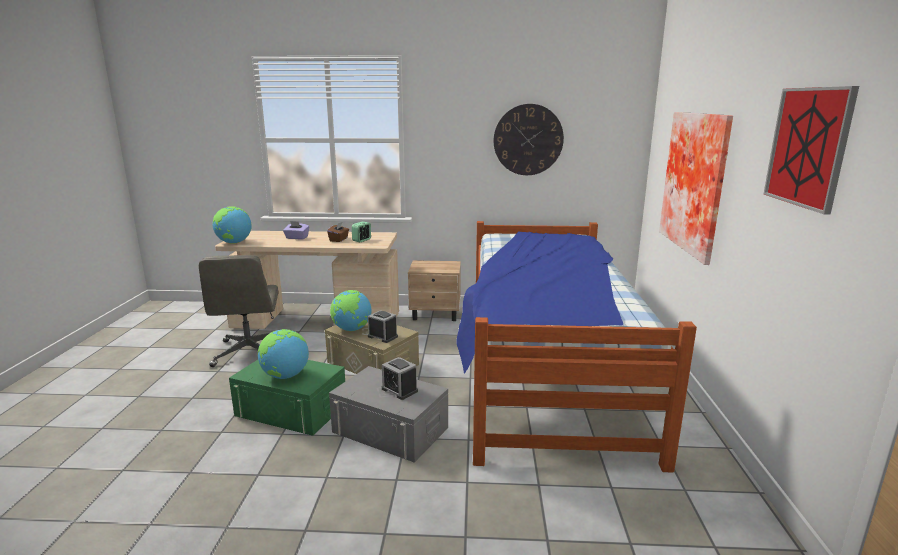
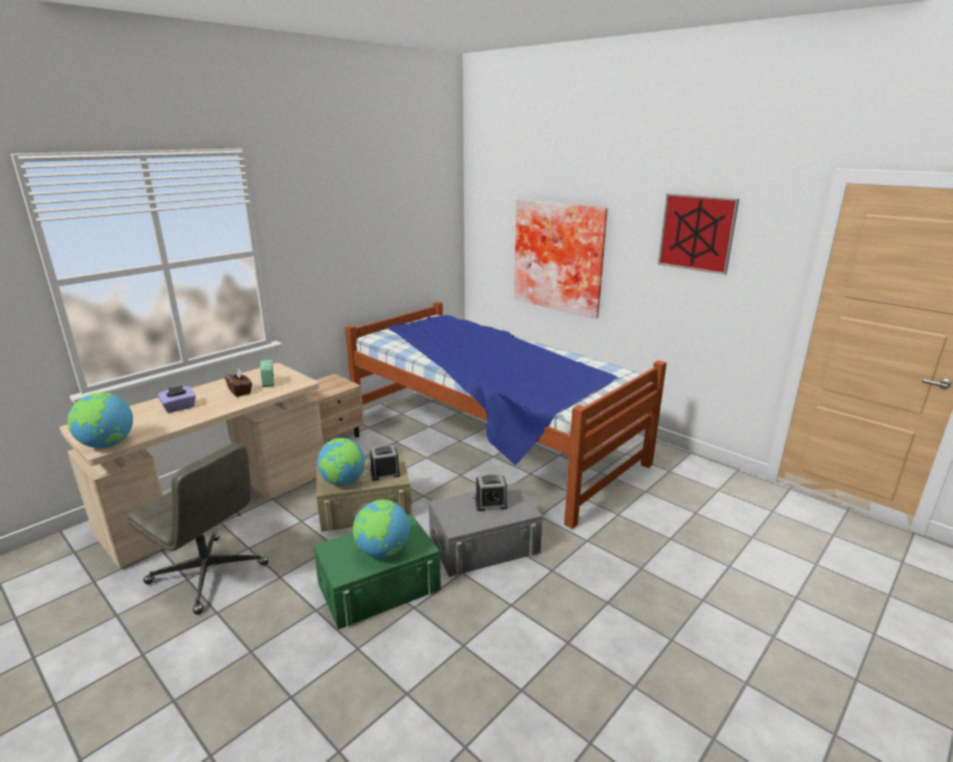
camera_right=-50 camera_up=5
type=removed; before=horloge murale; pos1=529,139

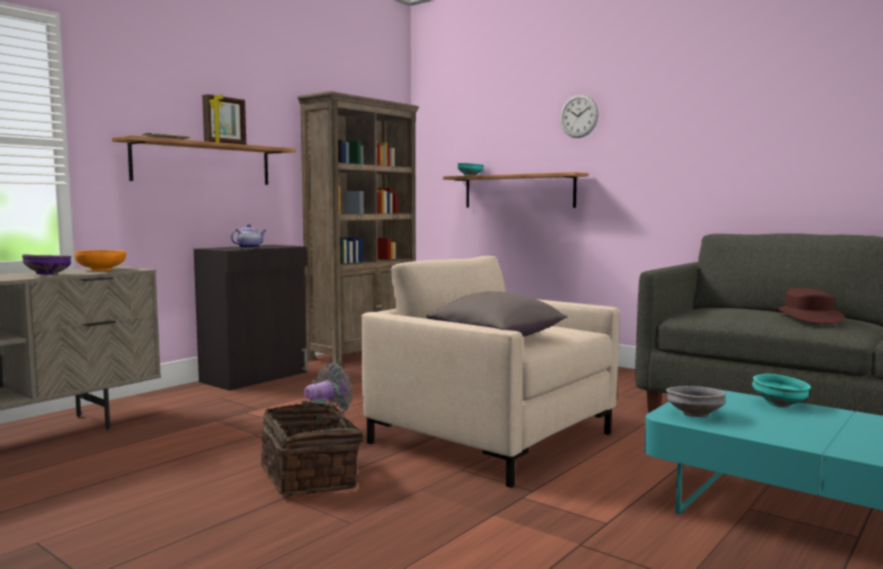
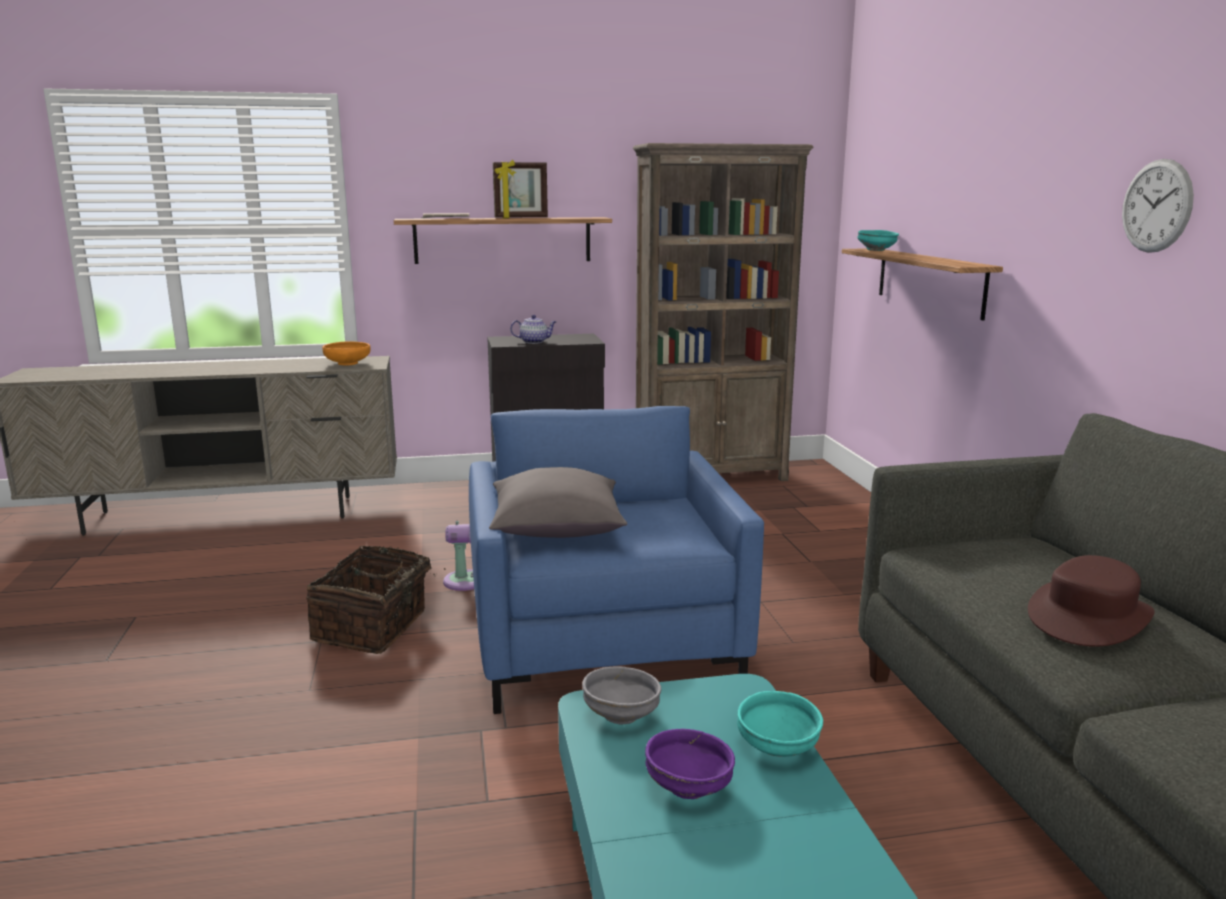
camera_right=40 camera_up=10
type=moved; before=horloge murale; pos1=579,116; pos2=1158,206
type=moved; before=bol/violet; pos1=47,264; pos2=690,764
type=recoloured; before=fauteuil/beige; after=fauteuil/bleu; pos1=490,372; pos2=616,560

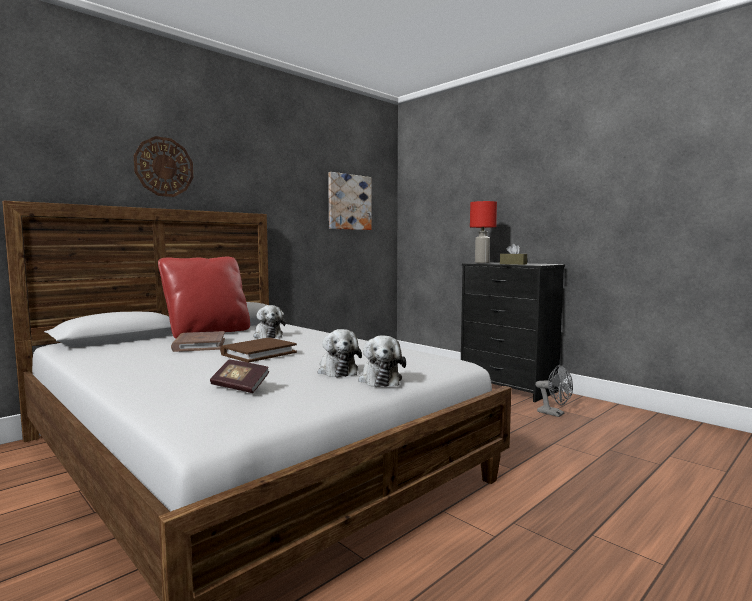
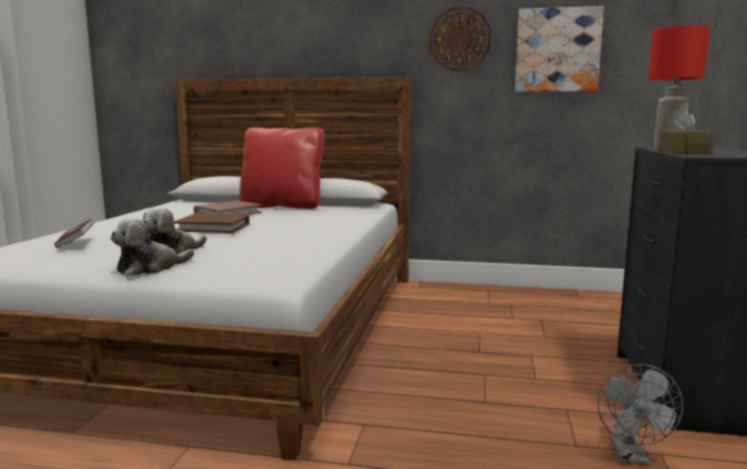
camera_right=55 camera_up=5
type=moved; before=horloge murale; pos1=163,166; pos2=460,38
type=removed; before=peluche; pos1=269,322

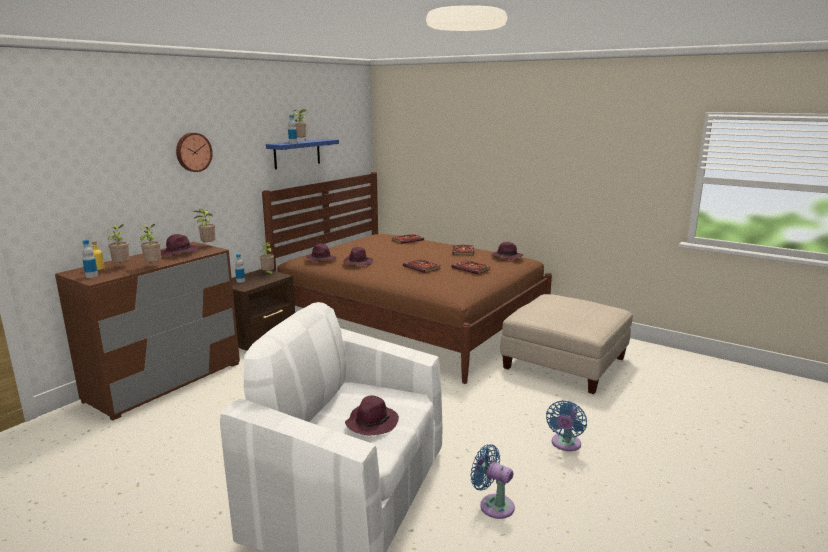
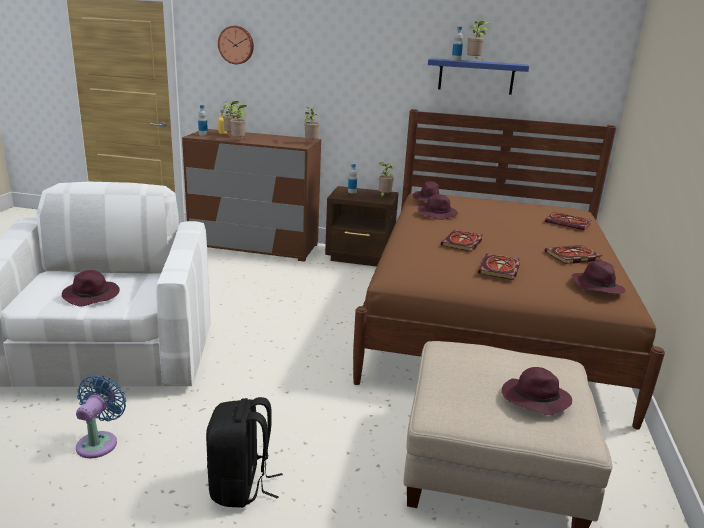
camera_right=65 camera_up=5
type=moved; before=horloge murale; pos1=194,152; pos2=236,45
type=moved; before=chapeau/violet; pos1=180,245; pos2=537,391
type=replaced; before=ventilateur/bleu; after=sac à dos/noir; pos1=566,425; pos2=244,452

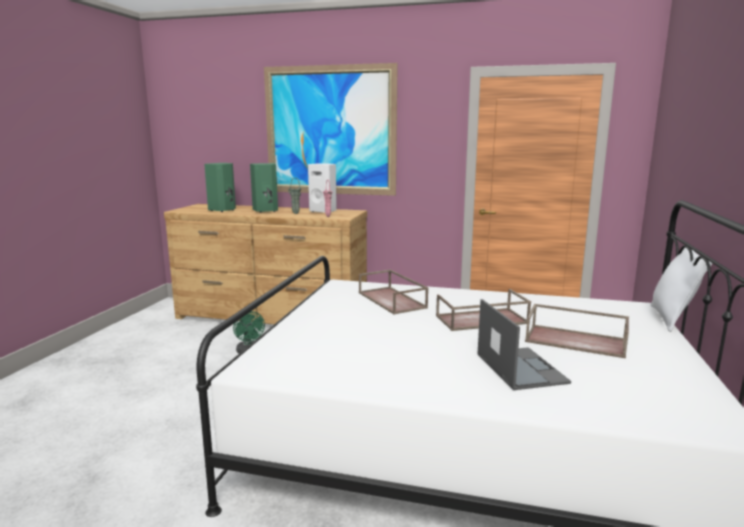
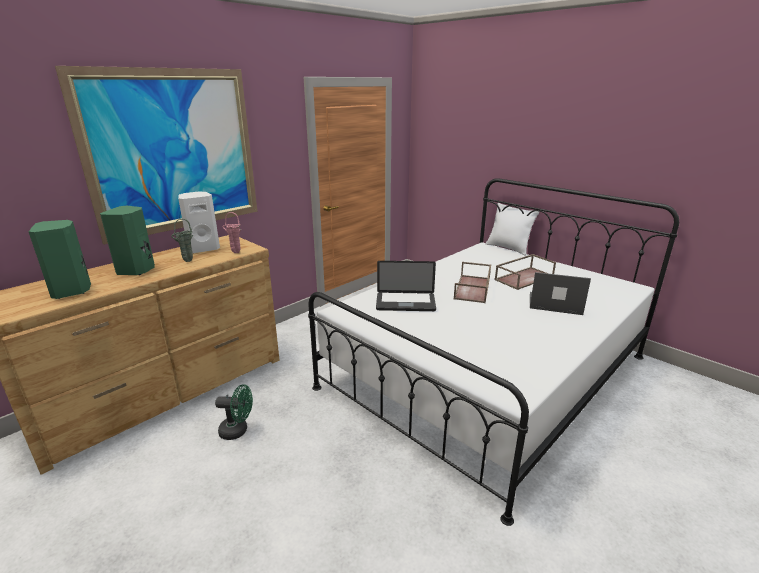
camera_right=-60 camera_up=10
type=replaced; before=plateau/marron; after=ordinateur portable; pos1=394,292; pos2=406,286

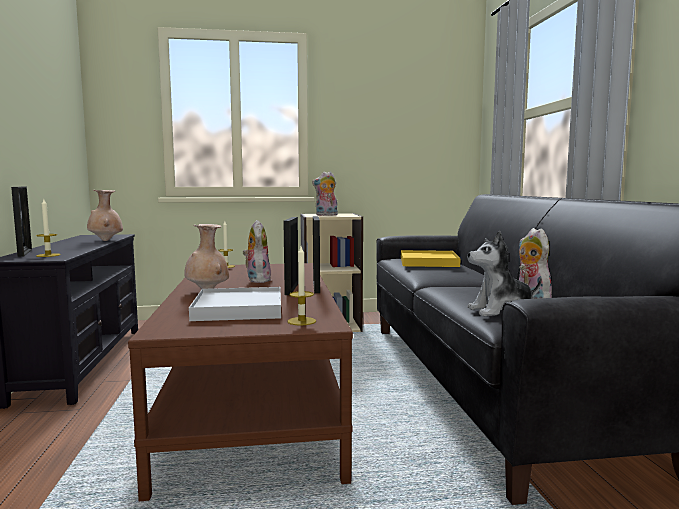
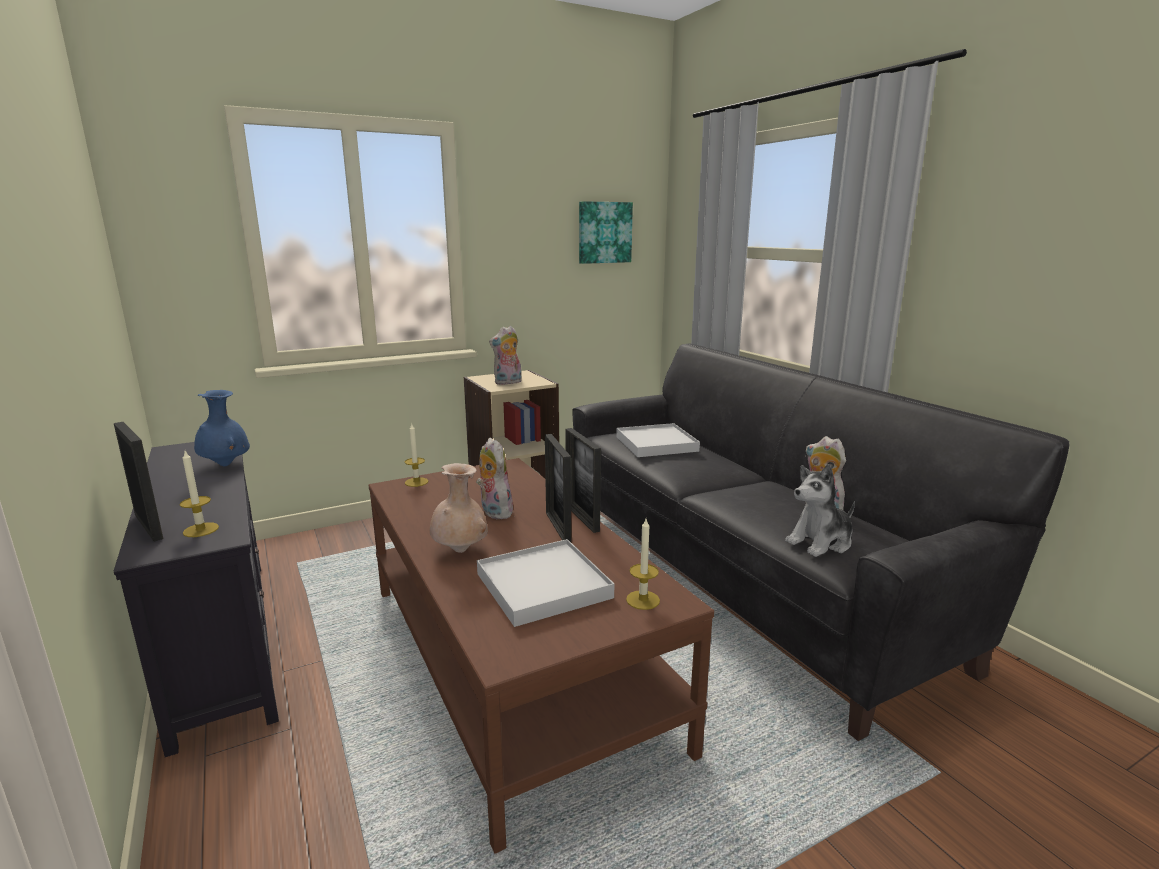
camera_right=-20 camera_up=10
type=recoloured; before=vase/beige; after=vase/bleu; pos1=105,215; pos2=222,428
type=recoloured; before=plateau/jaune; after=plateau/blanc; pos1=431,258; pos2=658,440
type=added; after=tableau; pos2=606,232

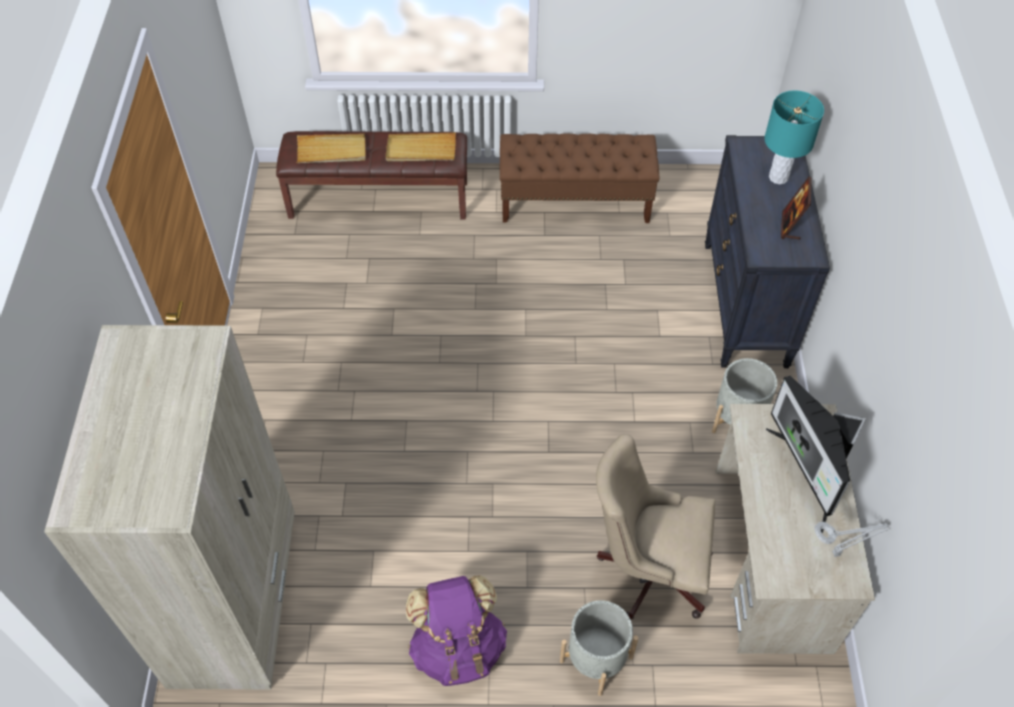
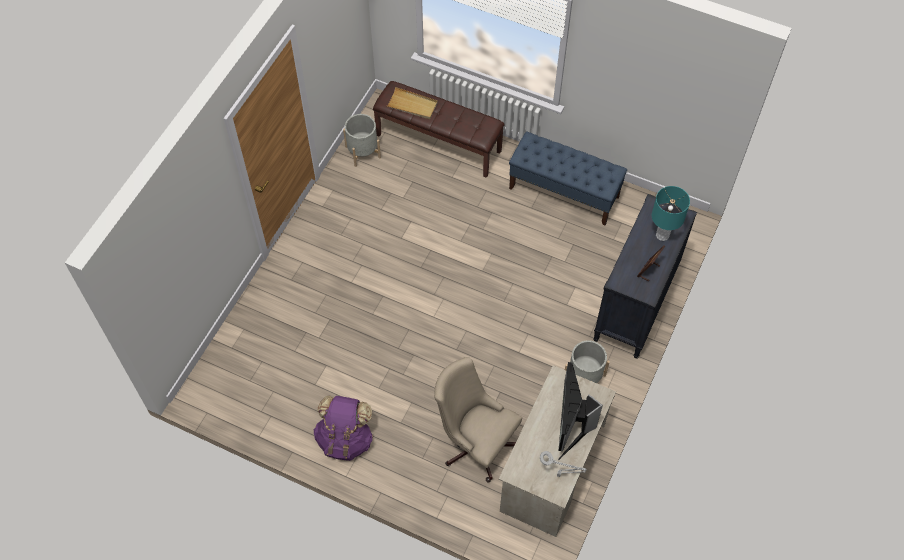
camera_right=25 camera_up=5
type=removed; before=plateau/beige; pos1=421,147
type=recoloured; before=banc/marron; after=banc/bleu; pos1=580,178; pos2=568,178
type=removed; before=armoire/beige; pos1=169,507
type=moved; before=cache-pot/gris; pos1=599,648; pos2=362,140

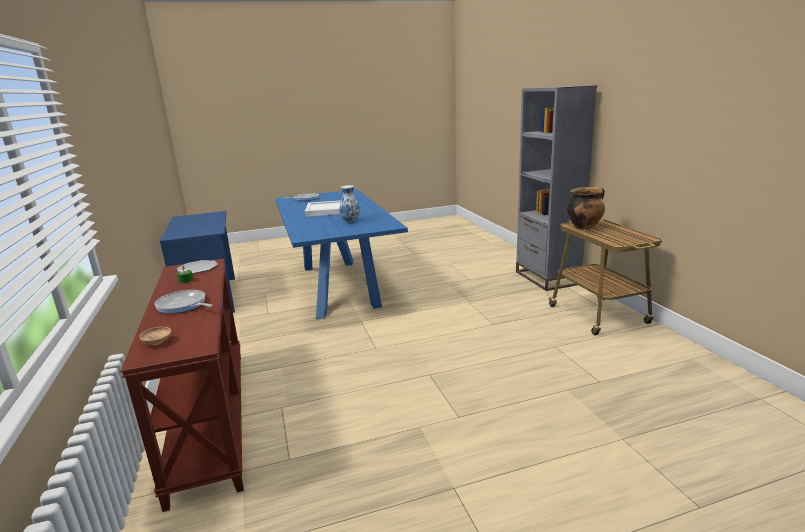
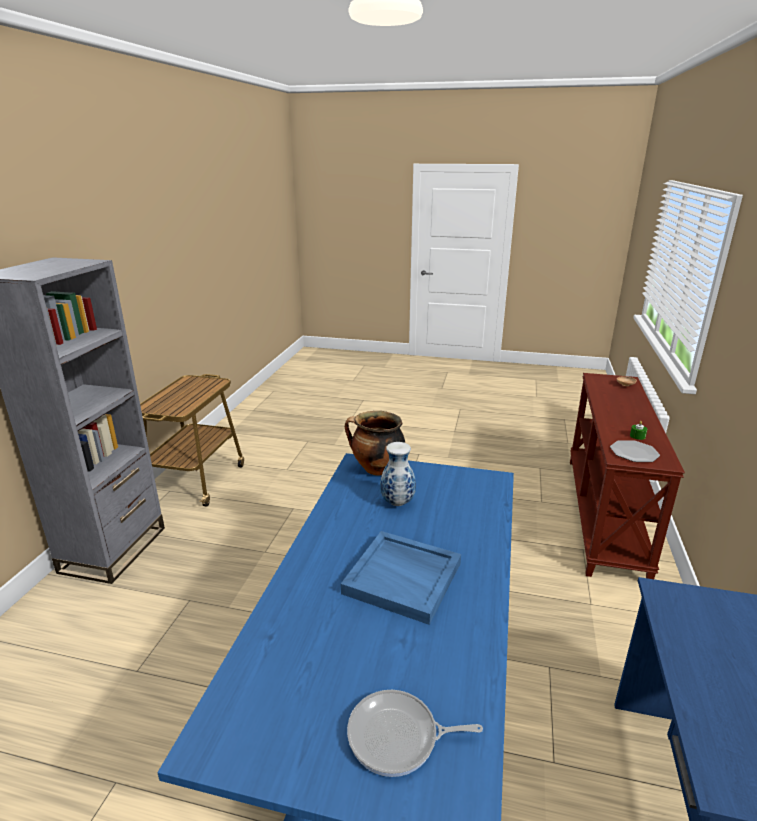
camera_right=-150 camera_up=5
type=moved; before=marmite; pos1=586,208; pos2=375,443
type=recoloured; before=plateau/blanc; after=plateau/bleu; pos1=323,208; pos2=401,578
type=removed; before=poêle; pos1=183,302

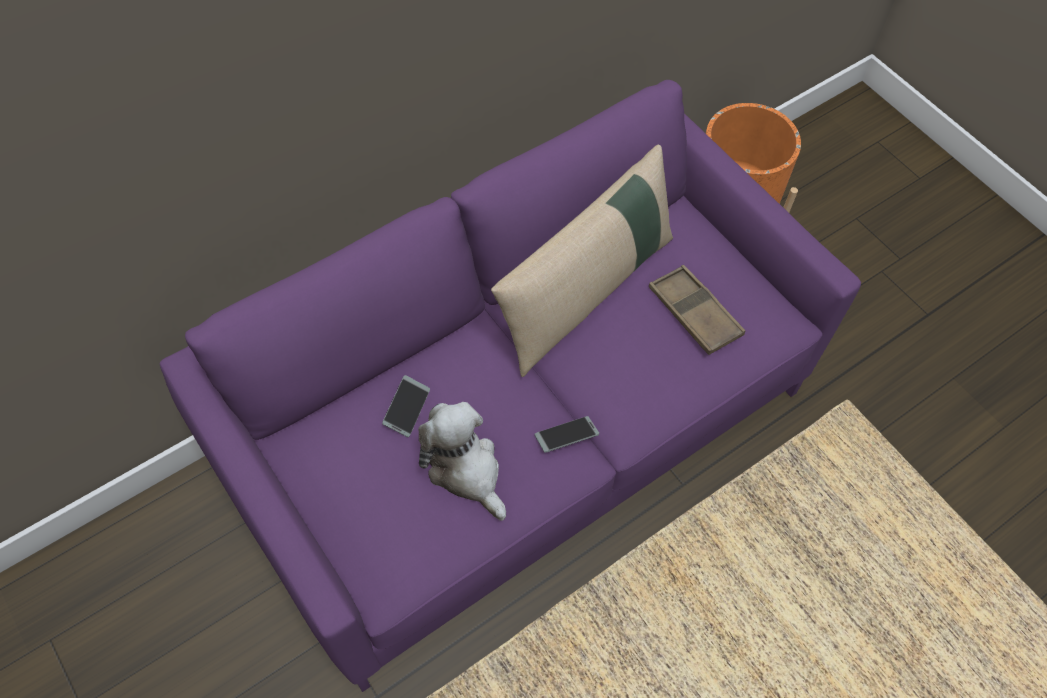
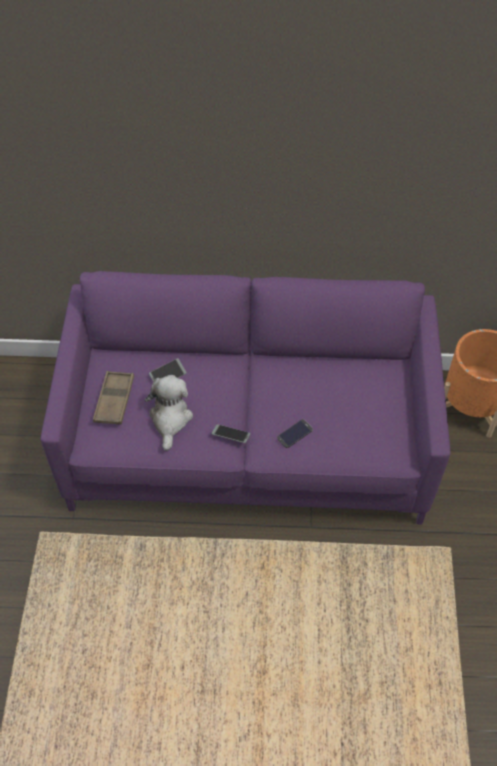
camera_right=40 camera_up=-5
type=removed; before=coussin/beige; pos1=582,261
type=moved; before=plateau/marron; pos1=697,310; pos2=113,398
type=added; after=téléphone; pos2=295,433

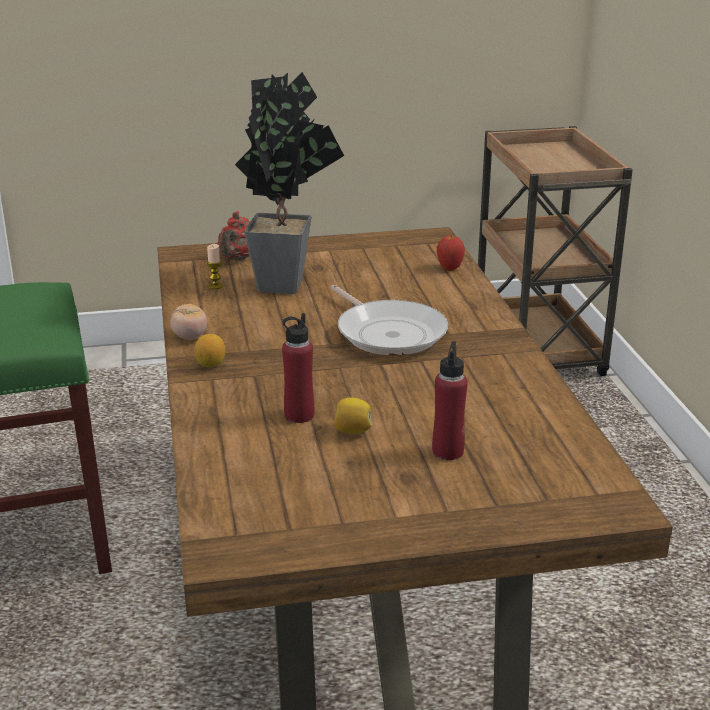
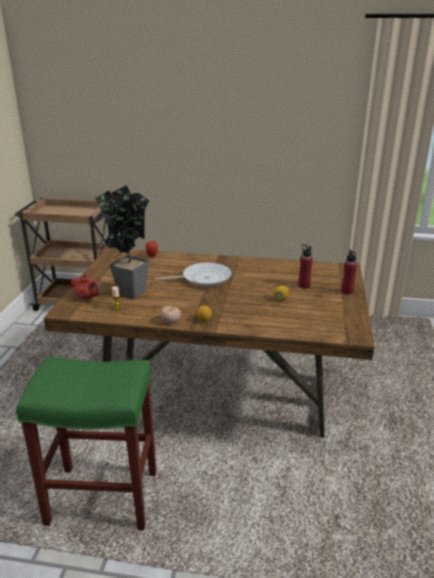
camera_right=-70 camera_up=0
type=moved; before=bouteille/rouge; pos1=298,368; pos2=349,271

